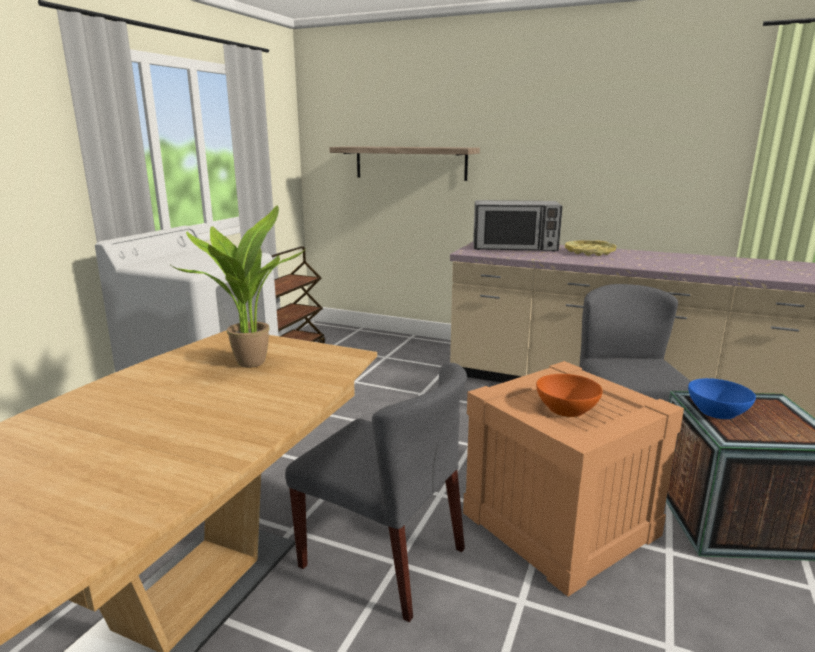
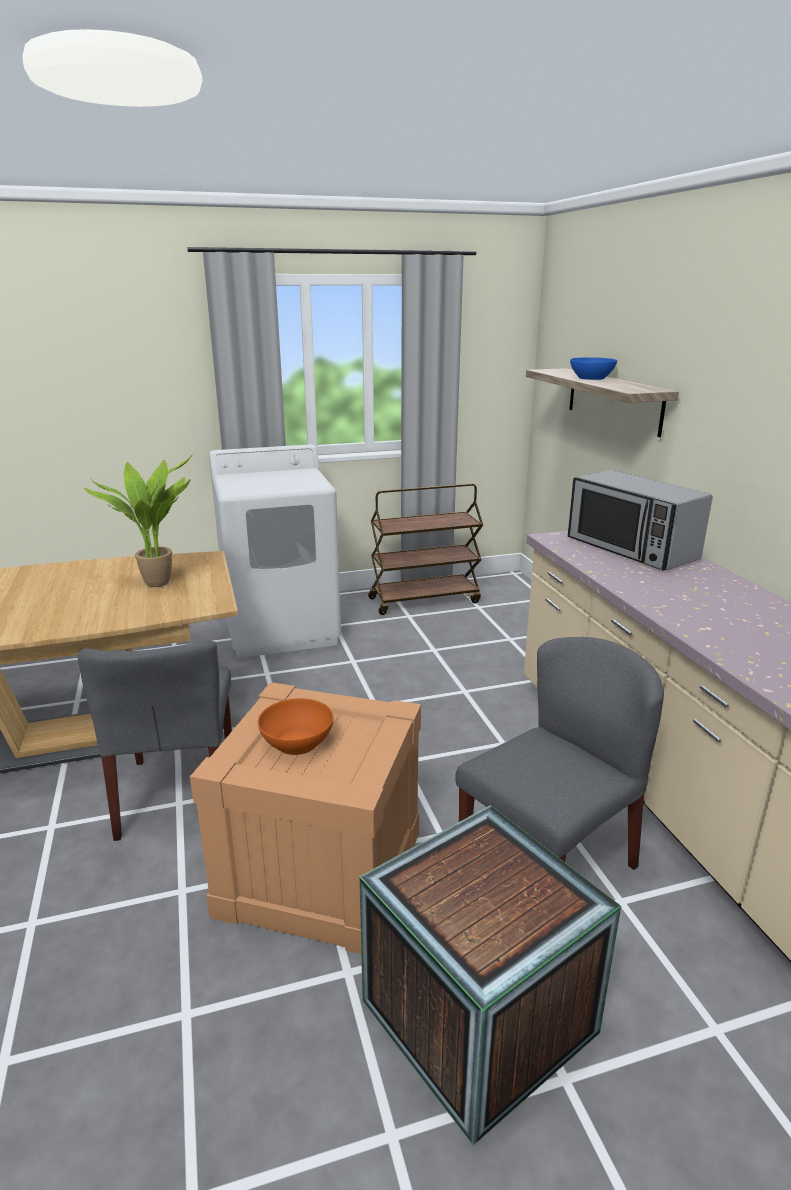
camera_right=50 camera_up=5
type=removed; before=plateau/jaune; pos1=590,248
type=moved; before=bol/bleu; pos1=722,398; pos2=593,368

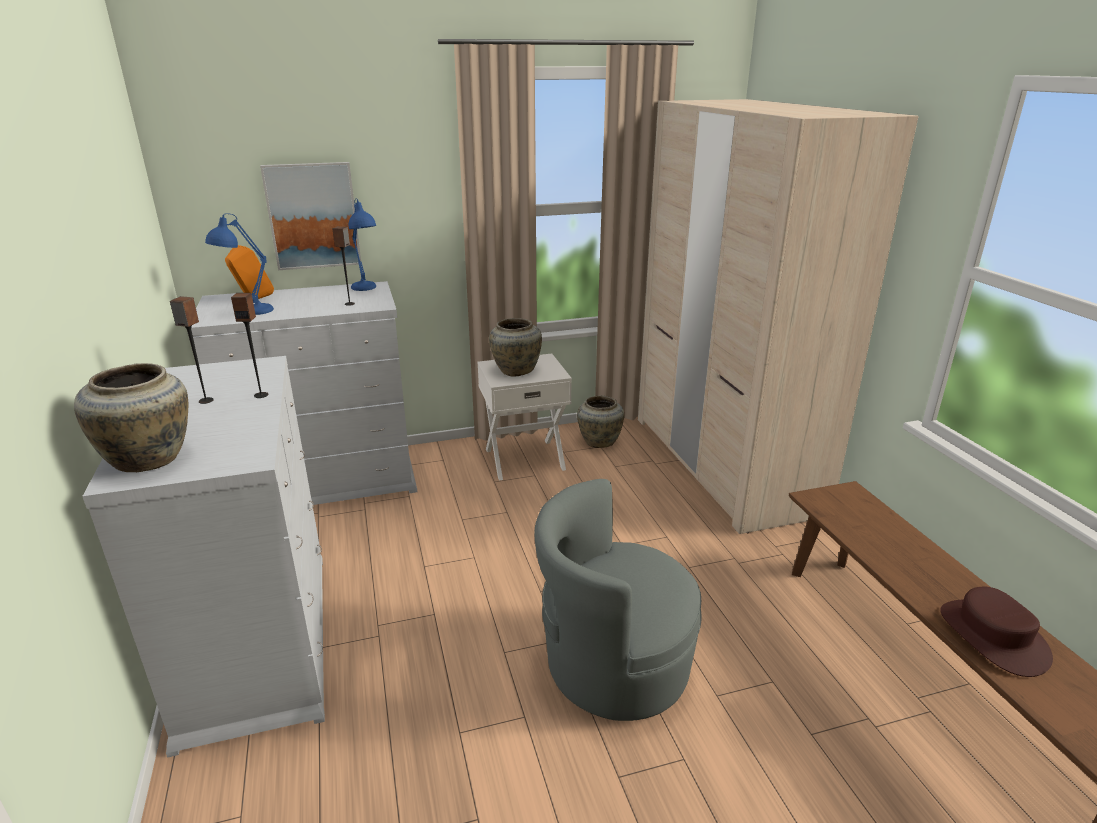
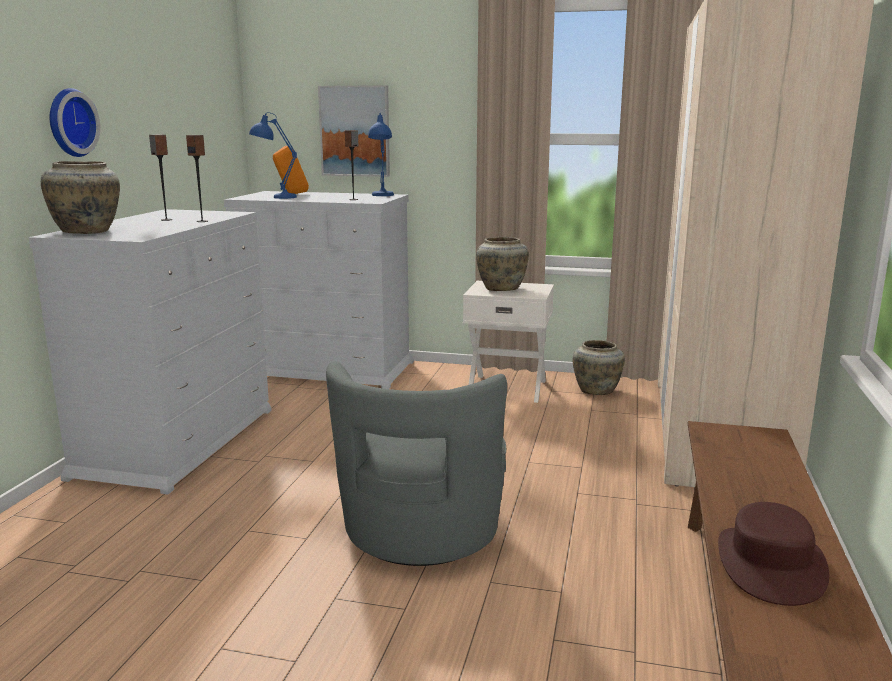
camera_right=30 camera_up=-10
type=turned; before=fauteuil/gris; pos1=617,600; pos2=416,463; turn=-105
type=added; after=horloge murale; pos2=75,122

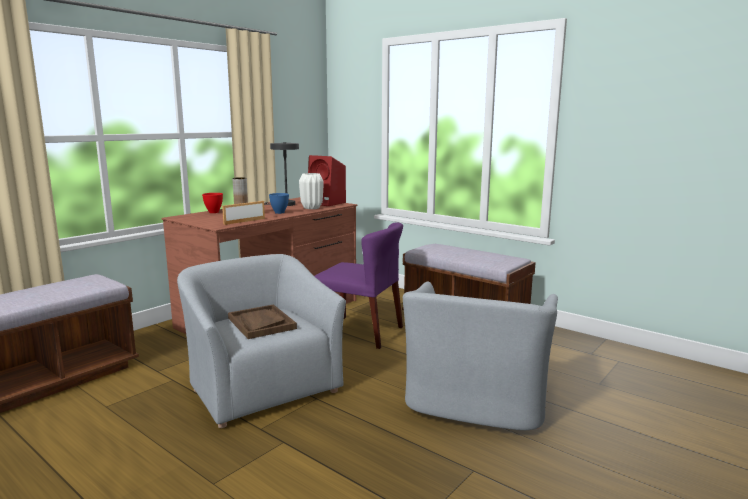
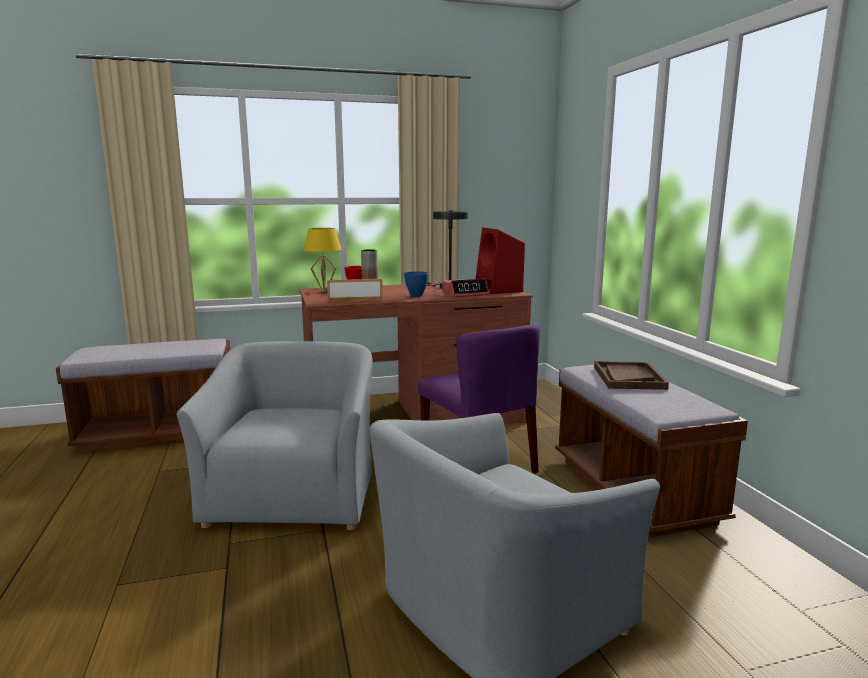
camera_right=35 camera_up=0
type=replaced; before=vase/blanc; after=réveil; pos1=311,191; pos2=465,288
type=moved; before=plateau/marron; pos1=262,321; pos2=631,375
type=added; after=lampe de table/jaune; pos2=323,260

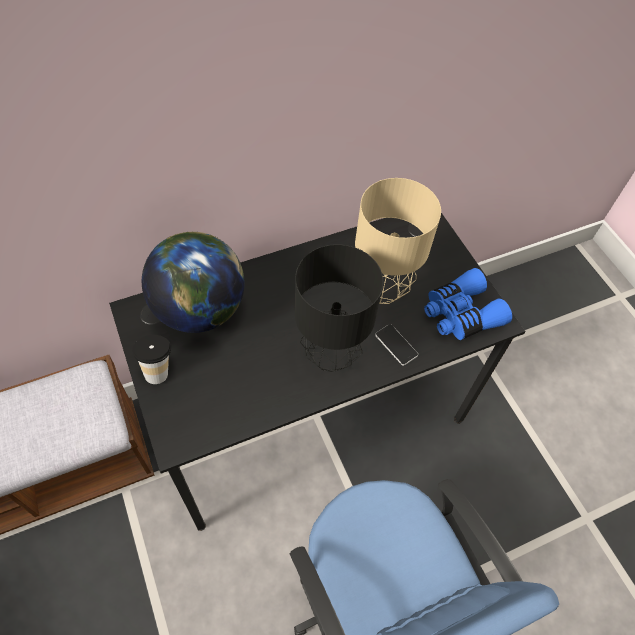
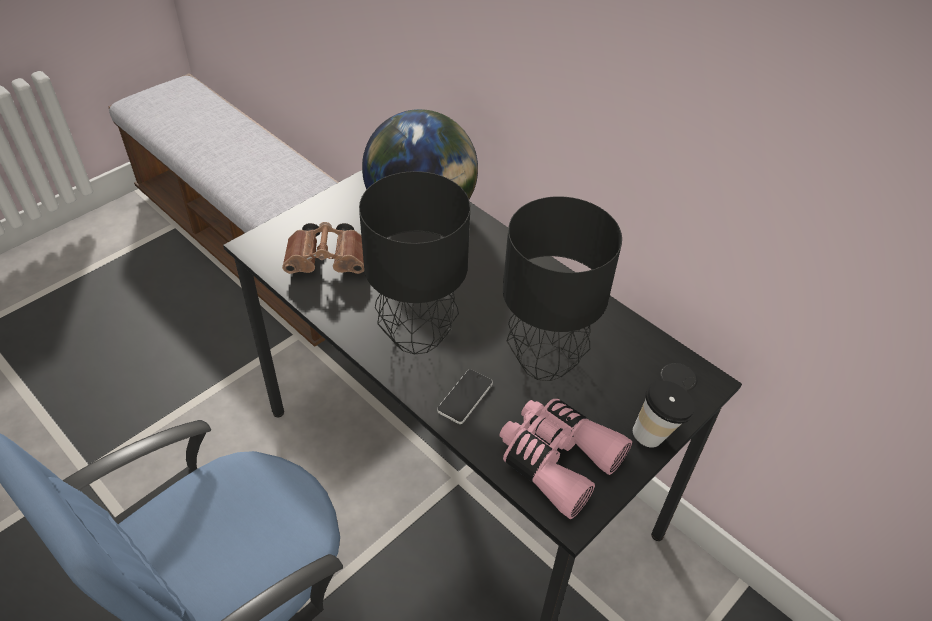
camera_right=70 camera_up=-10
type=recoloured; before=lampe de table/beige; after=lampe de table/noir; pos1=398,241; pos2=562,288
type=recoloured; before=jumelles/bleu; after=jumelles/rose; pos1=468,304; pos2=565,459
type=moved; before=tasse; pos1=151,359; pos2=664,414
type=added; after=jumelles/marron; pos2=323,248

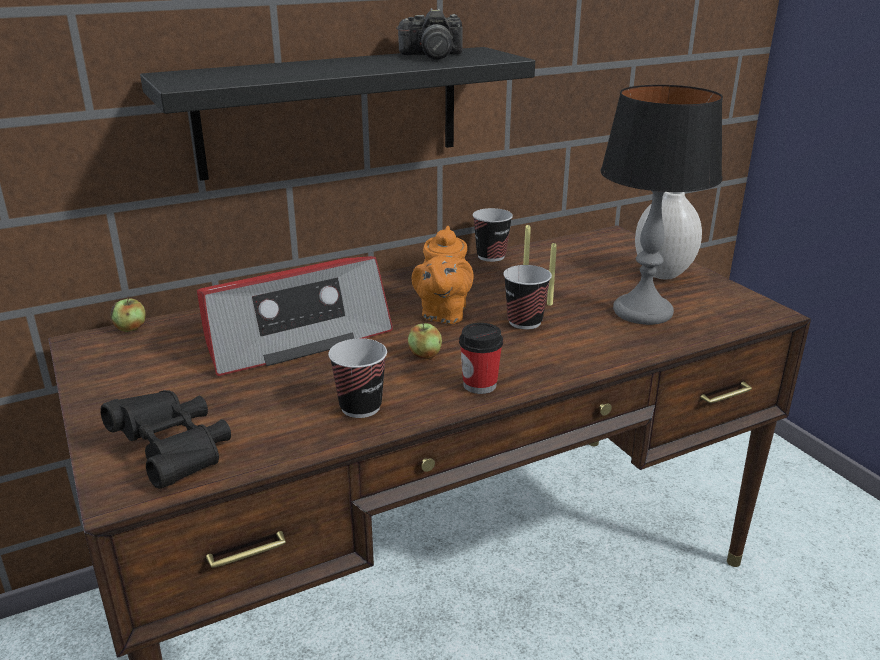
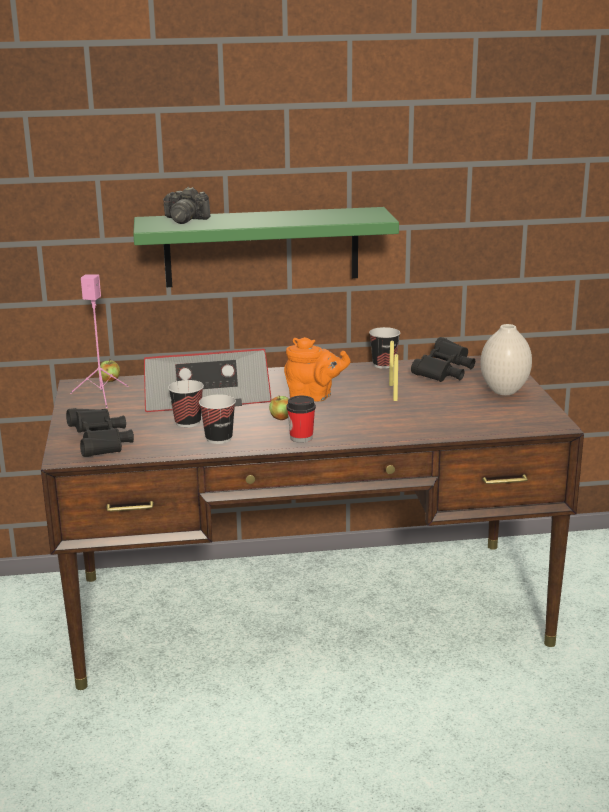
camera_right=20 camera_up=-5
type=moved; before=appareil photo; pos1=429,34; pos2=186,205
type=recoloured; before=étagère/noir; after=étagère/vert; pos1=337,114; pos2=266,247
type=removed; before=lampe de table; pos1=662,205
type=turned; before=théière/orange; pos1=442,275; pos2=317,369; turn=-105
type=moved; before=tasse; pos1=527,297; pos2=186,404
type=added; after=enceinte/rose; pos2=99,341
type=added; after=jumelles/noir; pos2=443,359

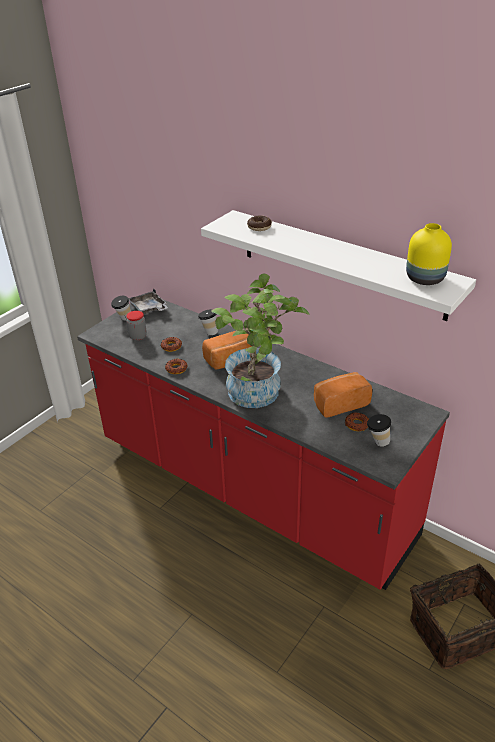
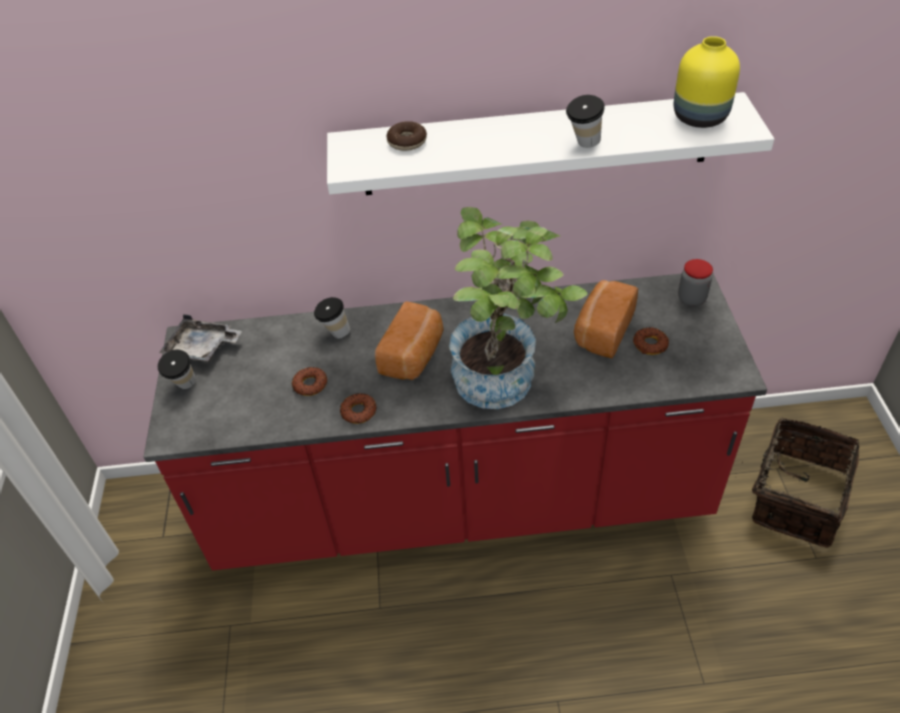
camera_right=-40 camera_up=10
type=moved; before=bocal; pos1=136,326; pos2=695,282
type=moved; before=tasse; pos1=379,430; pos2=585,121

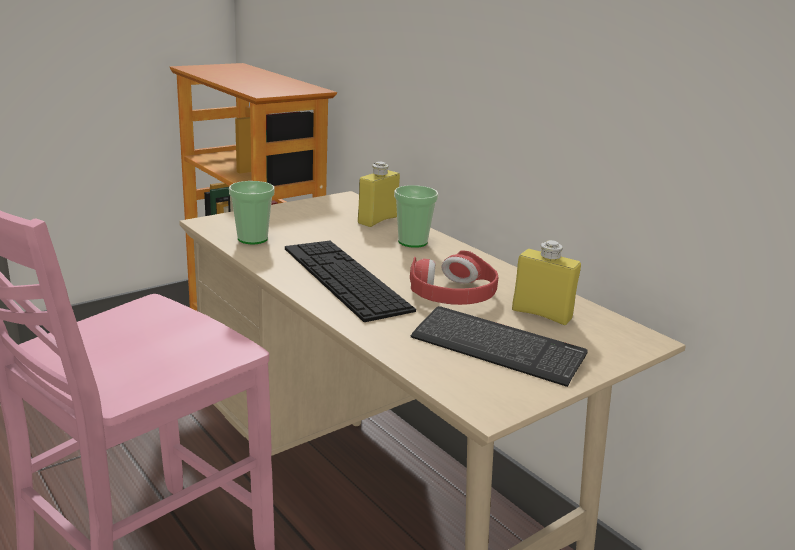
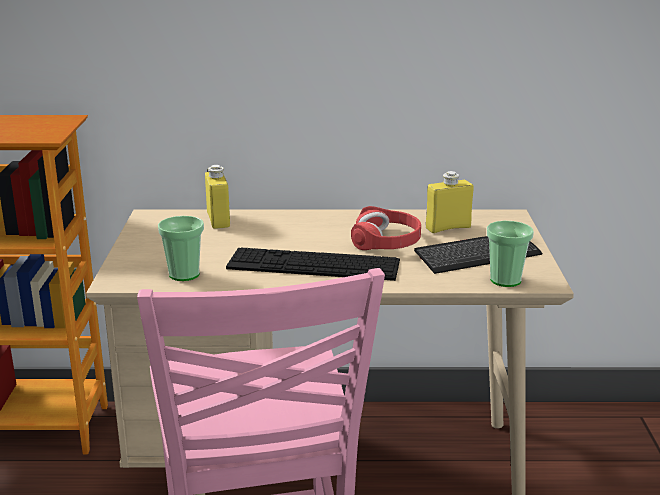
camera_right=-50 camera_up=0
type=moved; before=tasse; pos1=416,216; pos2=510,254

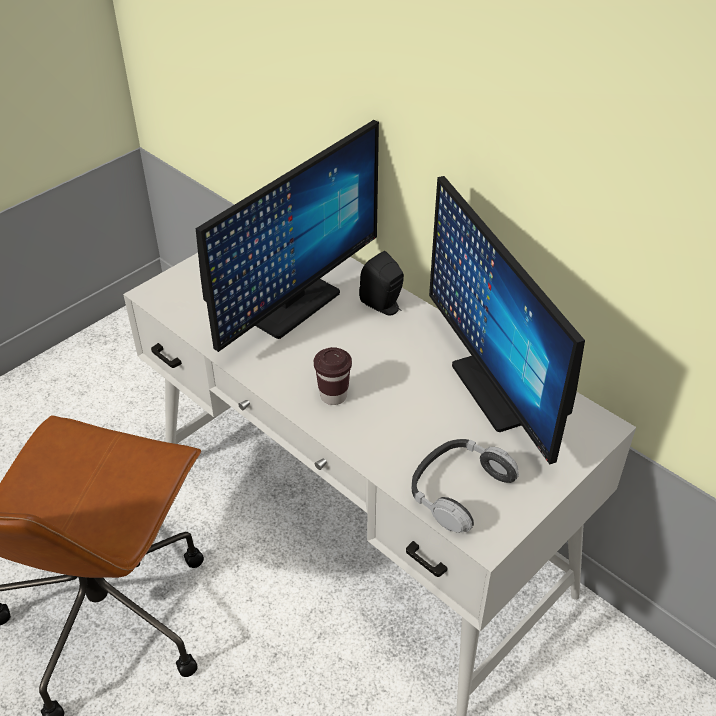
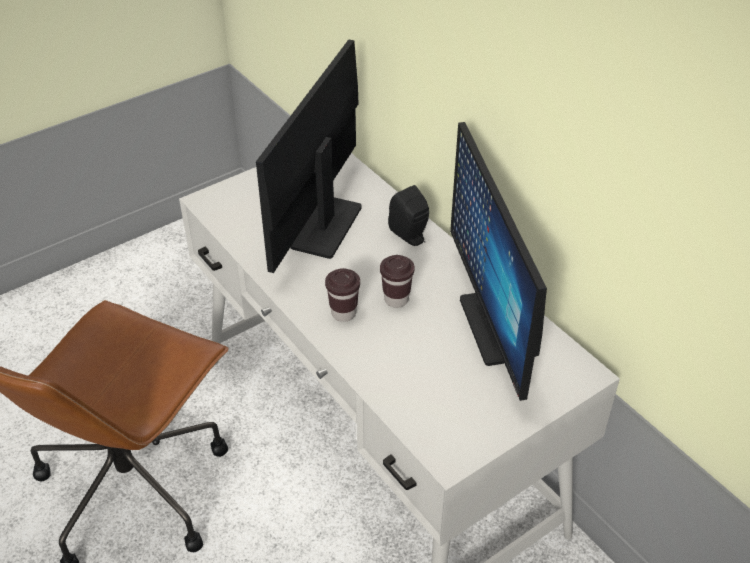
camera_right=10 camera_up=0
type=turned; before=écran d'ordinateur; pos1=287,236; pos2=309,156; turn=150
type=removed; before=casque audio; pos1=465,486
type=added; after=tasse/marron; pos2=397,281

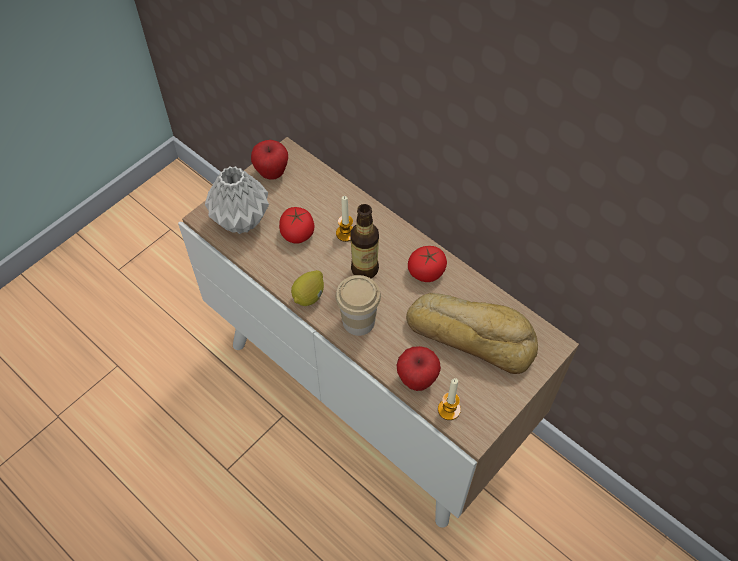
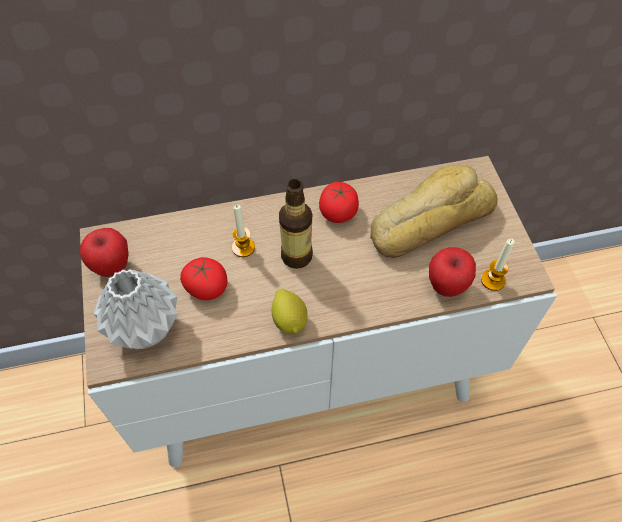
camera_right=-55 camera_up=0
type=removed; before=tasse; pos1=358,305

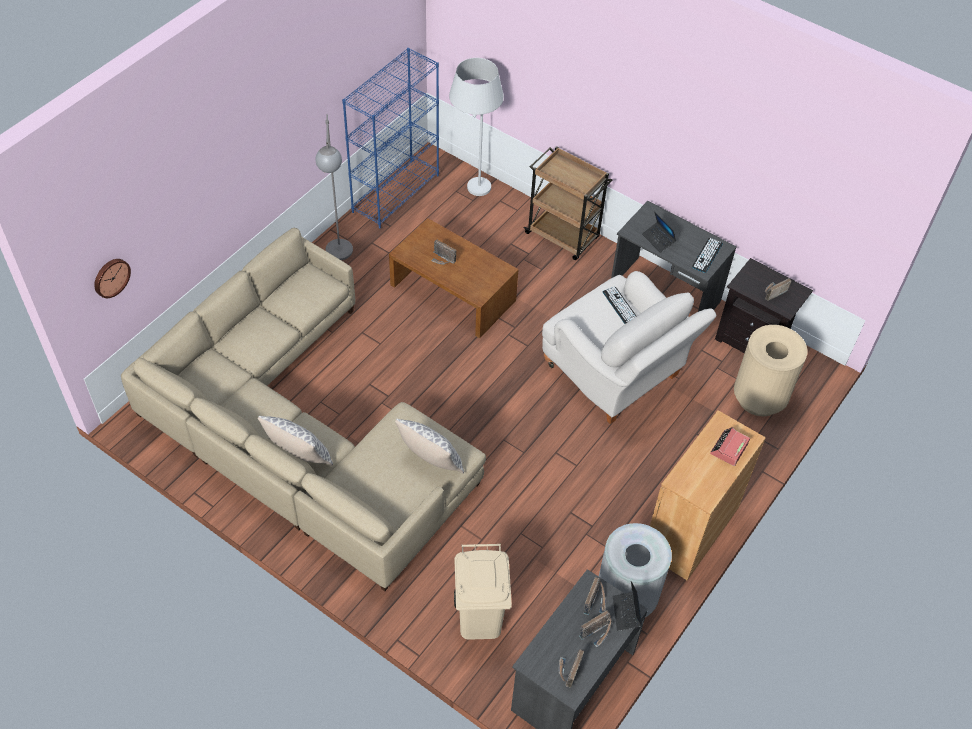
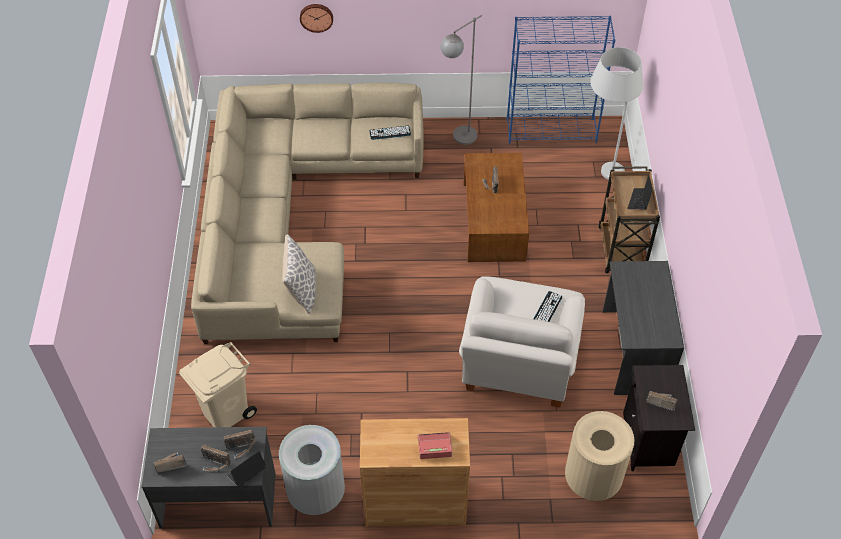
camera_right=55 camera_up=0
type=moved; before=ordinateur portable; pos1=659,232; pos2=640,192
type=moved; before=clavier; pos1=707,255; pos2=390,133
type=moved; before=horloge murale; pos1=112,278; pos2=316,18
type=removed; before=coussin; pos1=295,441

